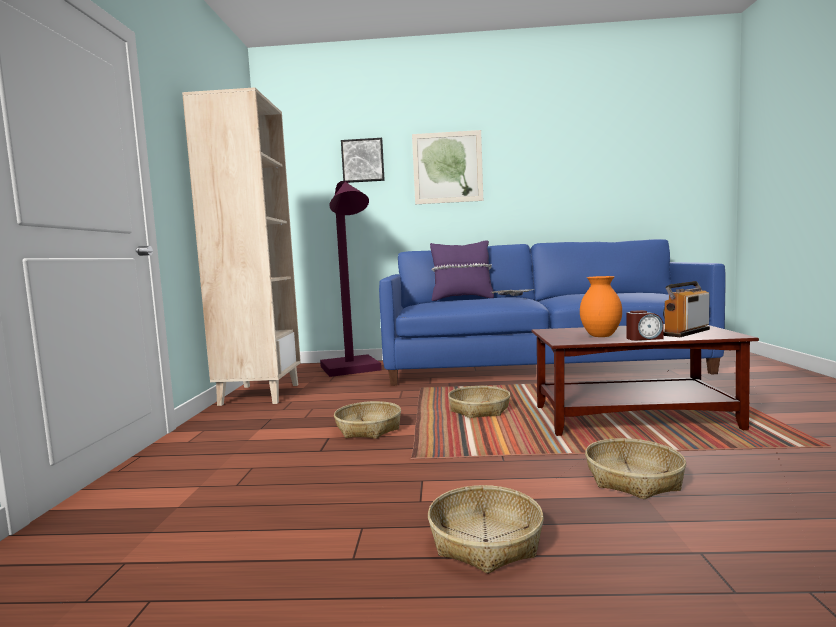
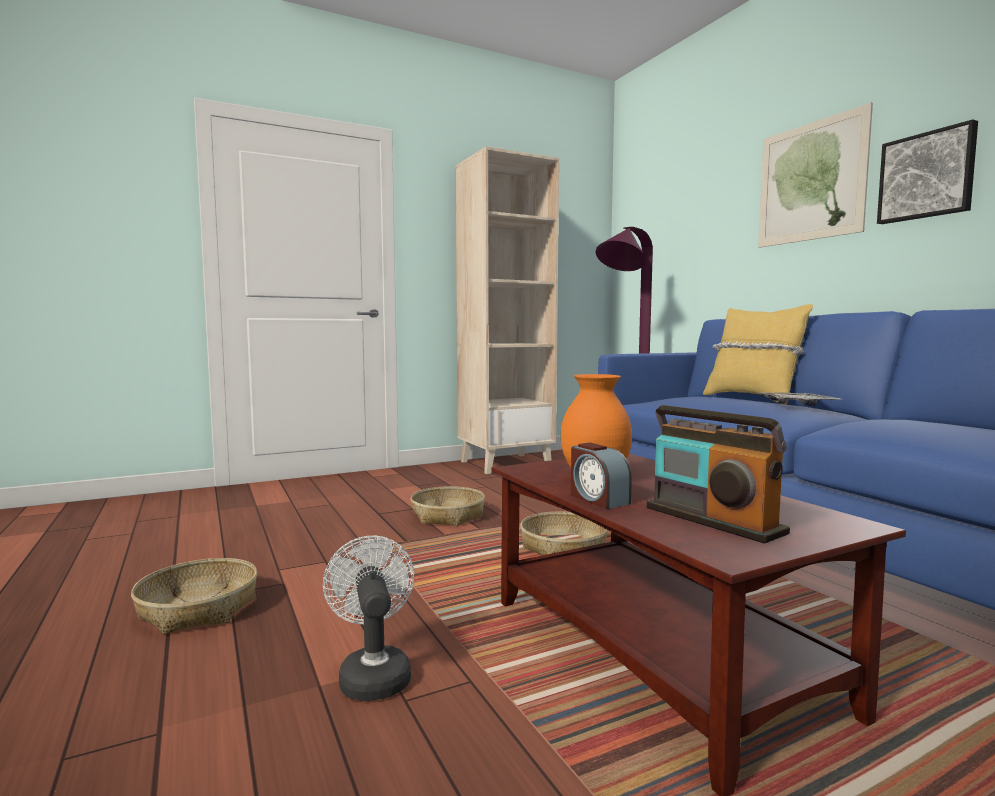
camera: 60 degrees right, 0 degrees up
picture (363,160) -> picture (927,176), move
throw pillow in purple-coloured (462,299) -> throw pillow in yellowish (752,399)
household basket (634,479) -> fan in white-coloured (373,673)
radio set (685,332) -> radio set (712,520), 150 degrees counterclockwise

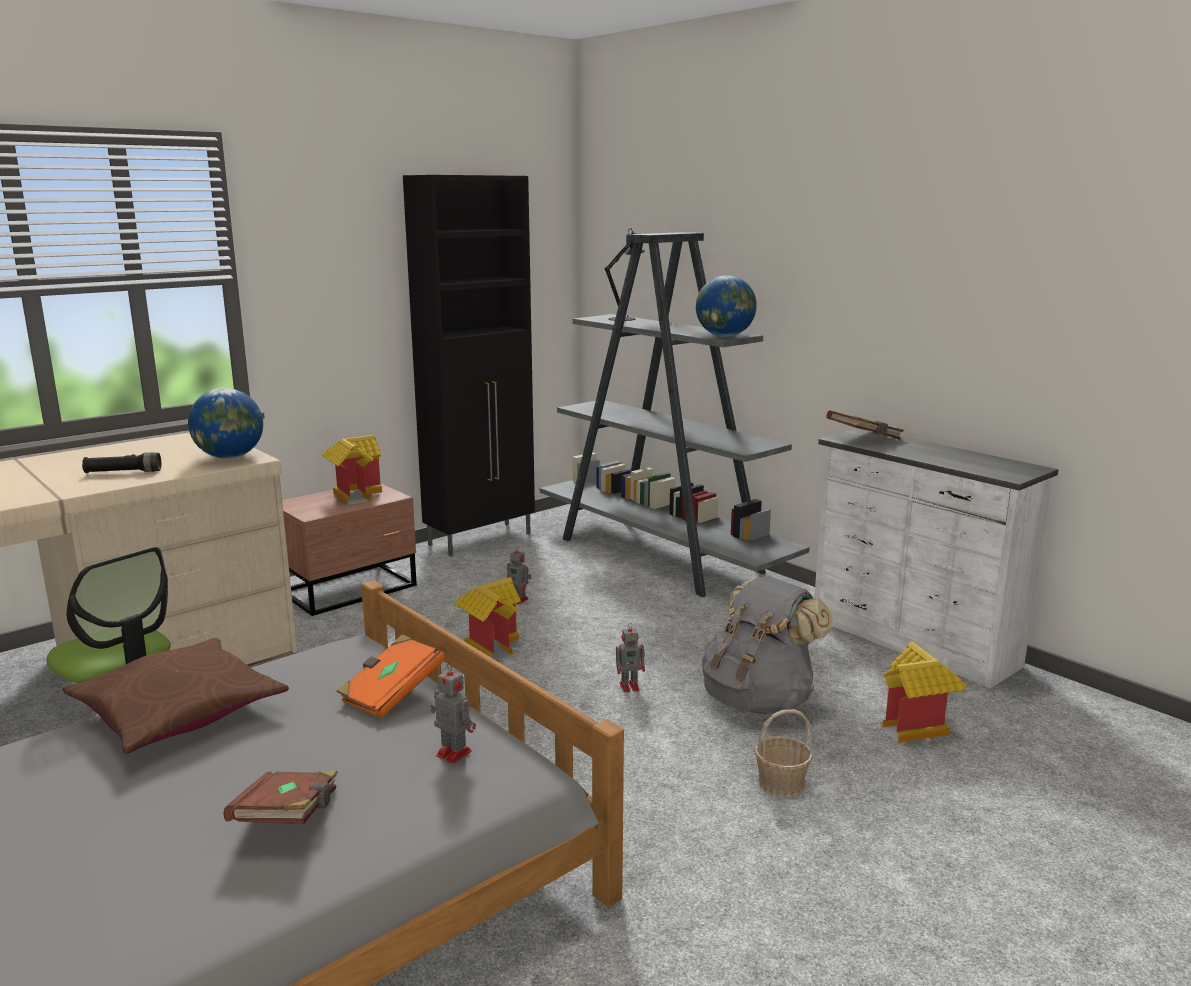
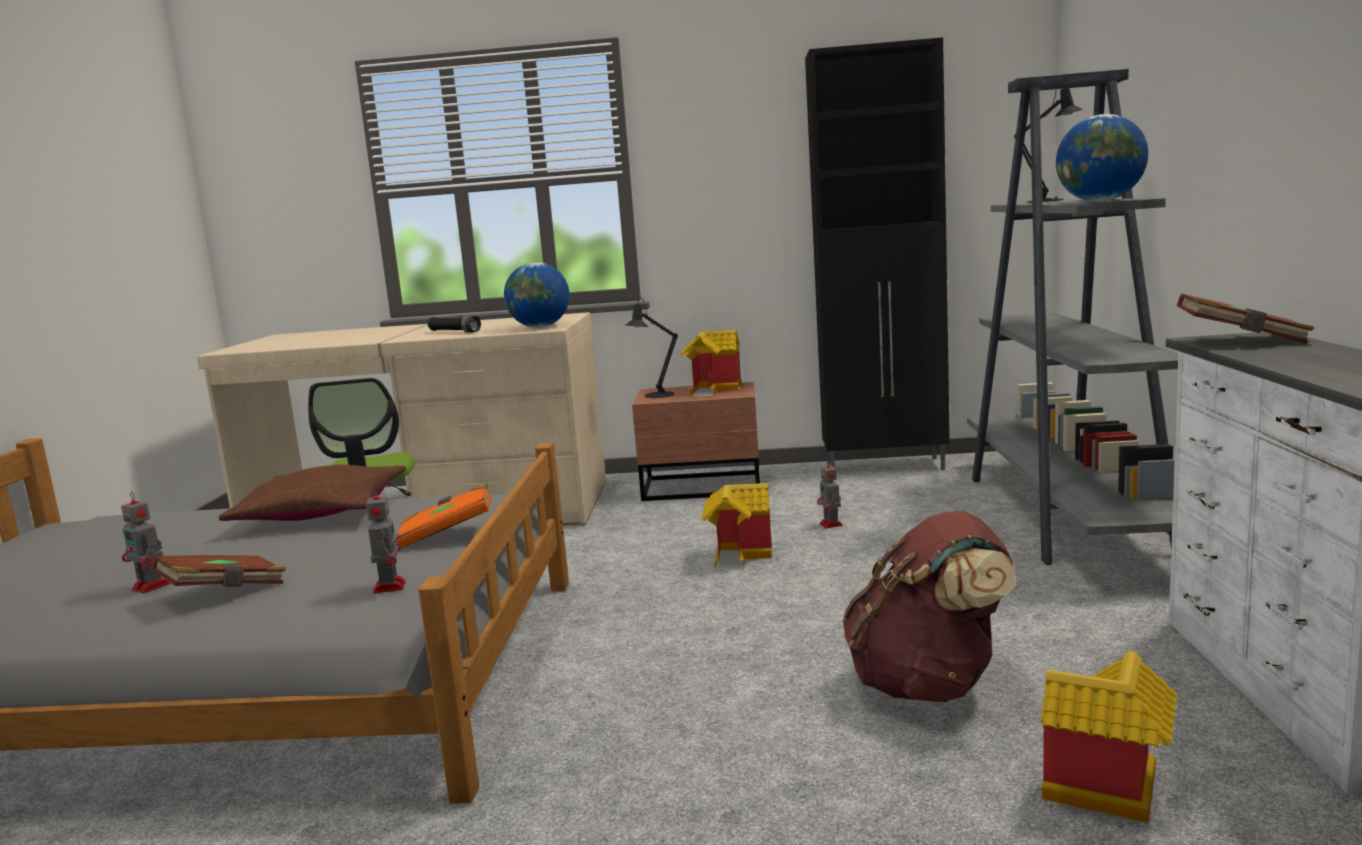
camera: 45 degrees right, 5 degrees down
model robot (630,686) -> model robot (152,587), move
rucksack in gray (758,700) -> rucksack in brownish (929,685)
household basket (780,783) -> none
none -> lamp for a table in black-coloured (655,395)

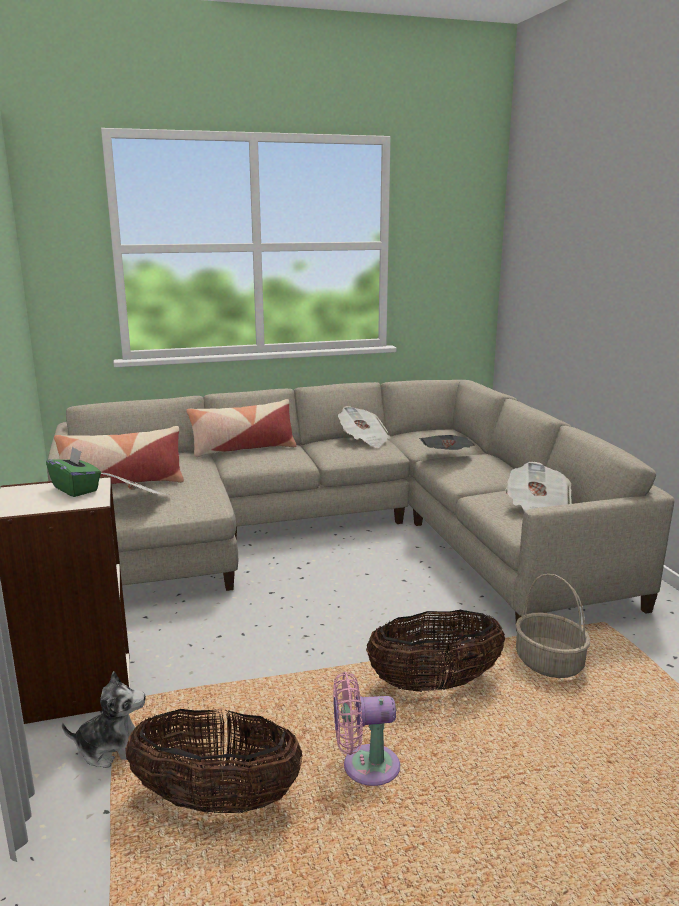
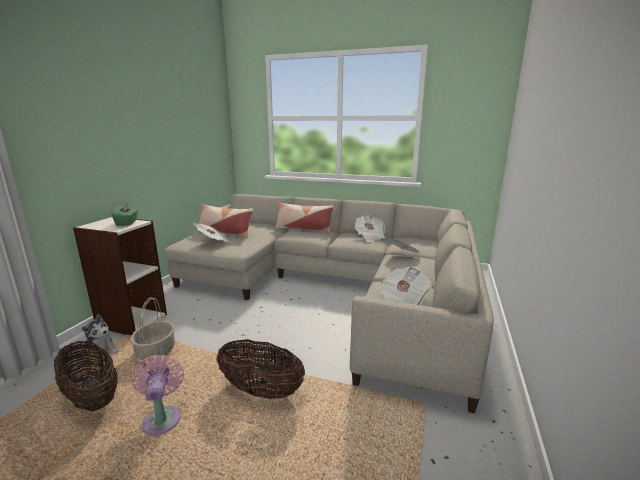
camera: 35 degrees right, 0 degrees up
fan in pink (364,767) -> fan in pink (162,418), 45 degrees clockwise
household basket (548,663) -> household basket (156,351), move

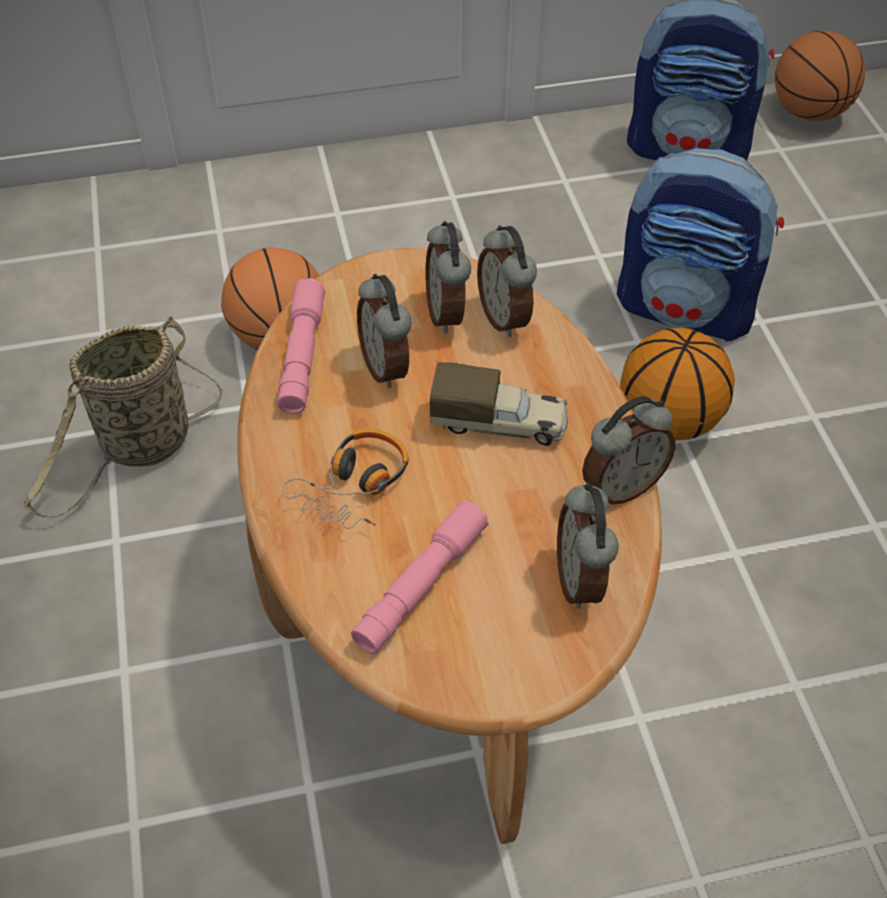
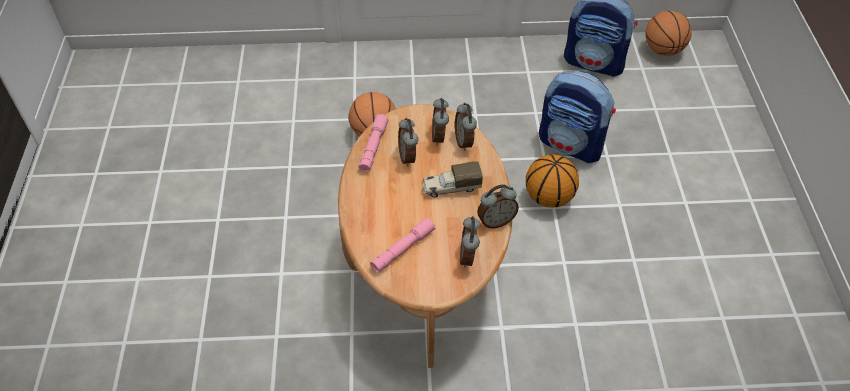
camera: 10 degrees right, 0 degrees up
household basket (142,448) -> none
headset (355,486) -> none
model truck (499,423) -> model truck (451,187), 150 degrees clockwise

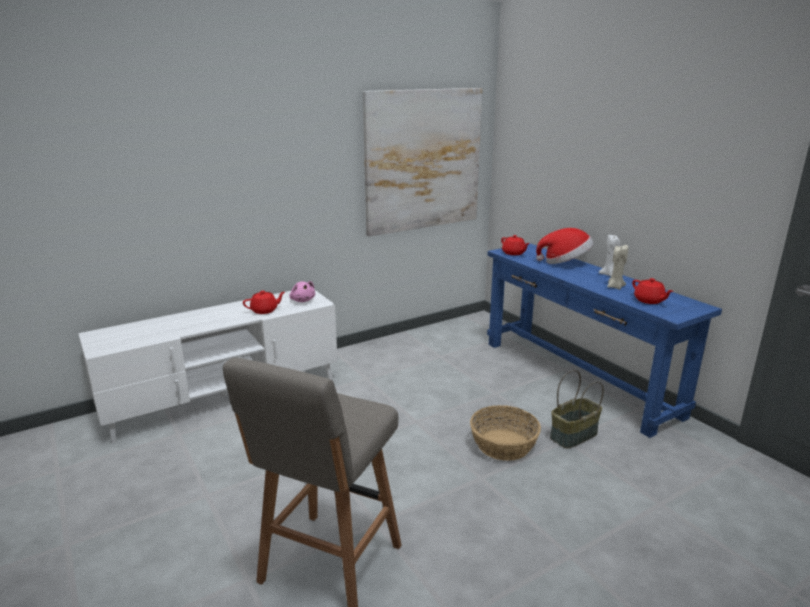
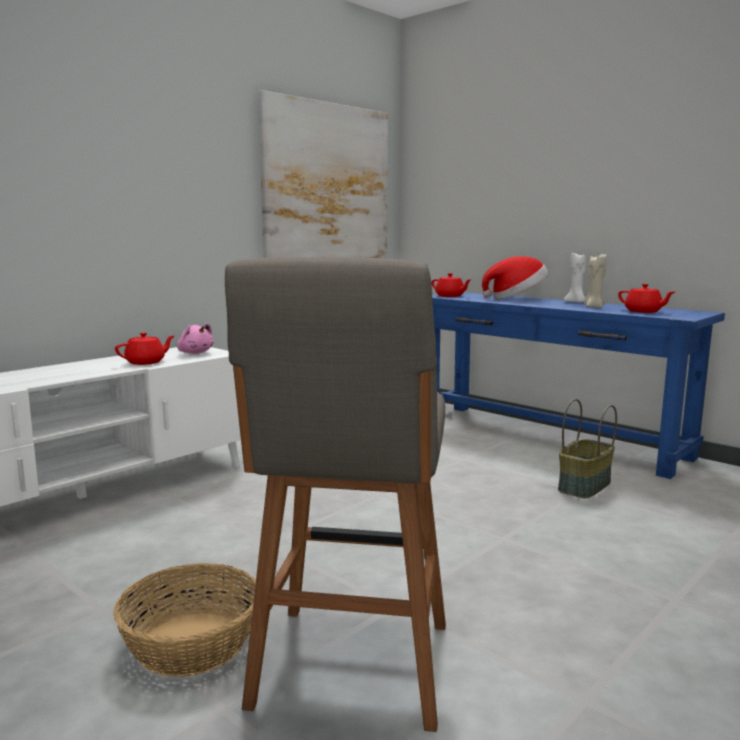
camera: 15 degrees left, 10 degrees down
household basket (504,444) -> household basket (192,643), move

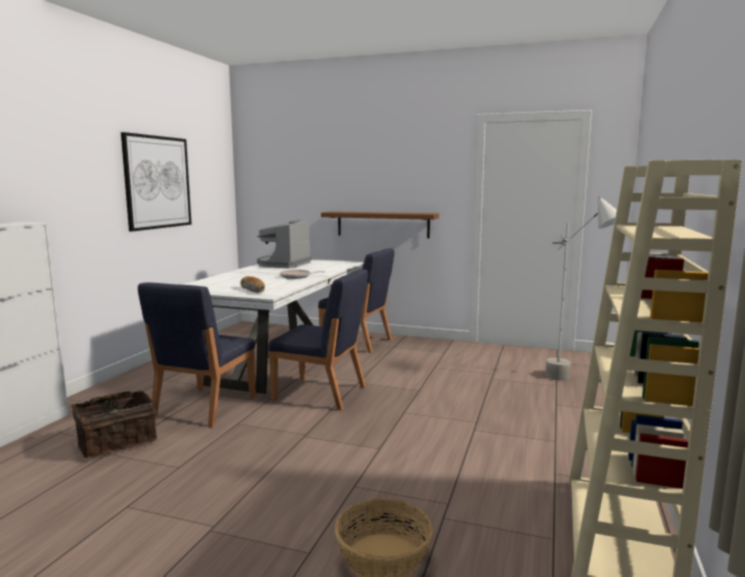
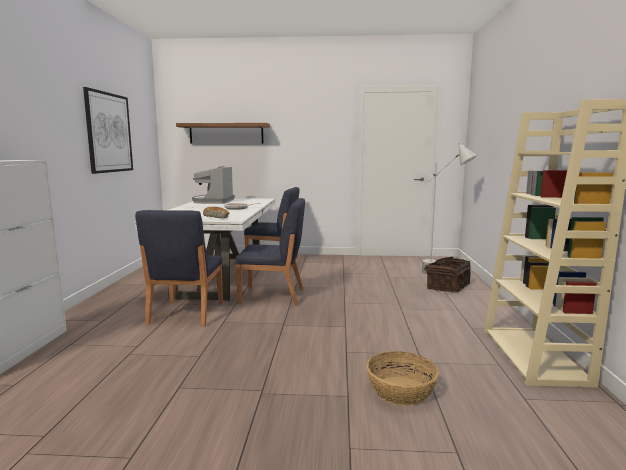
camera: 15 degrees left, 0 degrees up
household basket (116,442) -> household basket (446,286), move
wall shelf in brownish (382,224) -> wall shelf in brownish (226,133), move

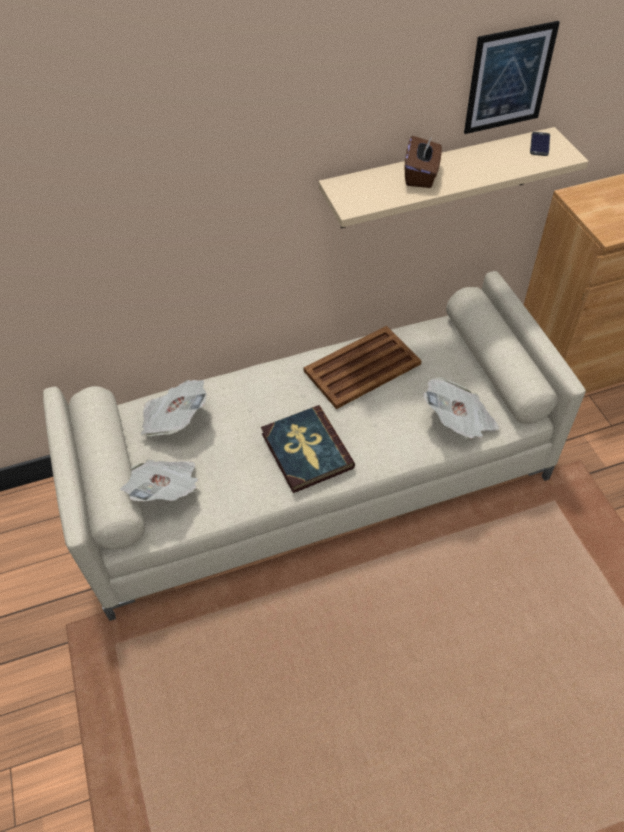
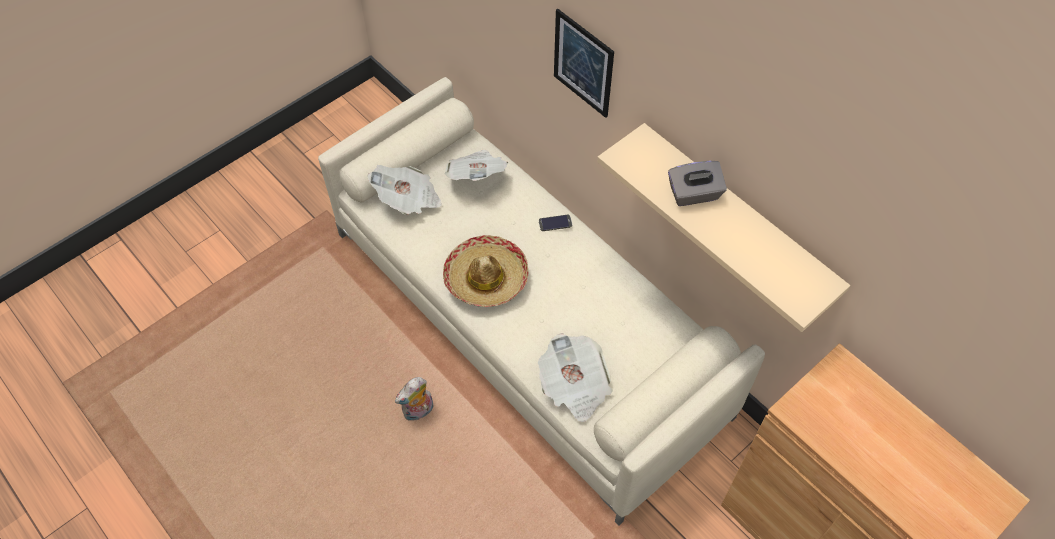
camera: 65 degrees right, 5 degrees up
book (306,451) -> hat (486,278)
carrying tray in brownish (363,367) -> none
box of tissues in brownish (421,175) -> box of tissues in gray (694,194)
picture (509,79) -> picture (583,63), move
phone (540,144) -> phone (555,223), move
none -> plush toy (418,412)

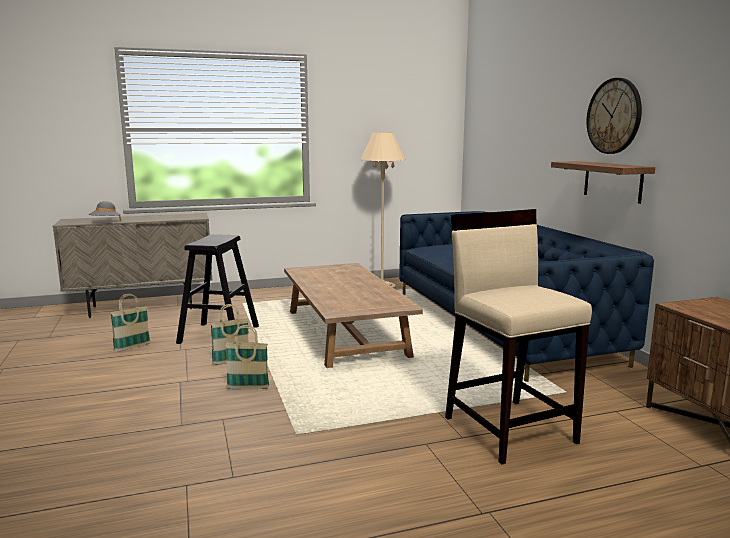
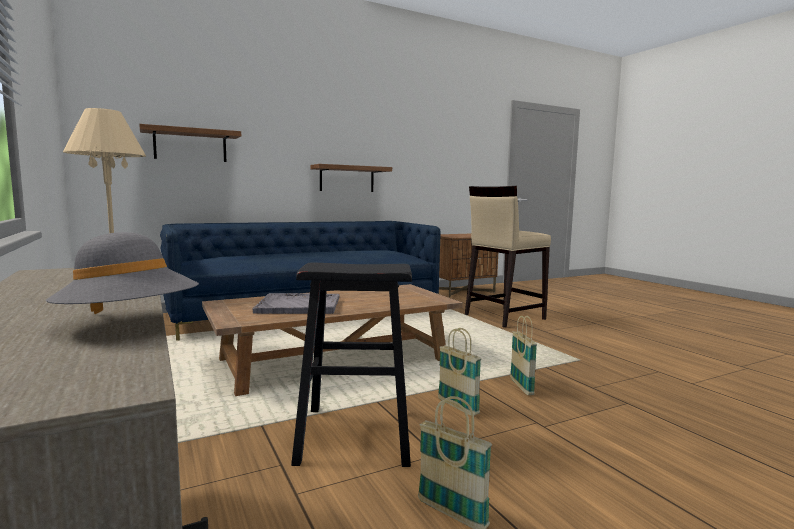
camera: 100 degrees left, 5 degrees down
clock on the wall (614,116) -> none
none -> wall shelf (190,145)
none -> carrying tray in gray (299,306)

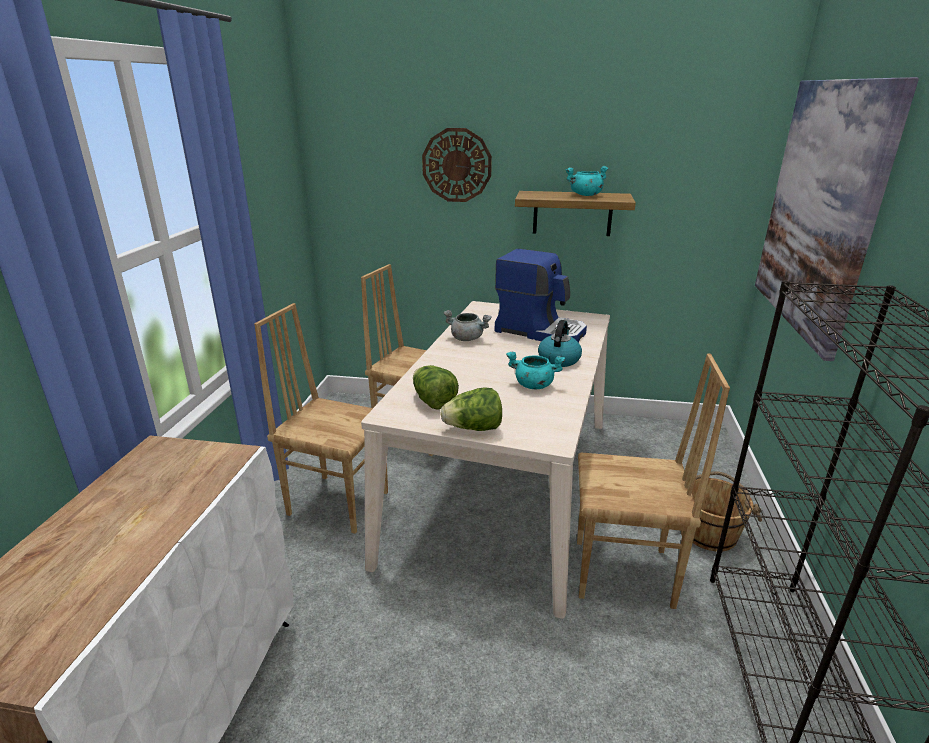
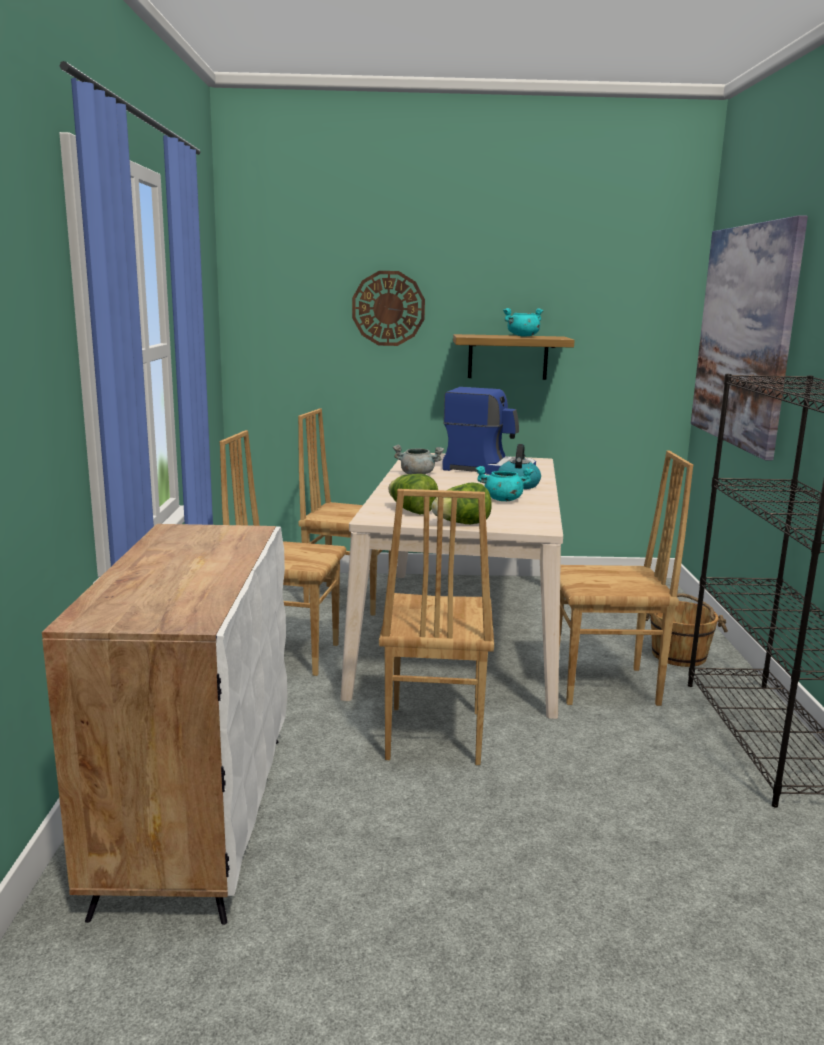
camera: 10 degrees left, 10 degrees down
none -> chair in brownish (432,735)

